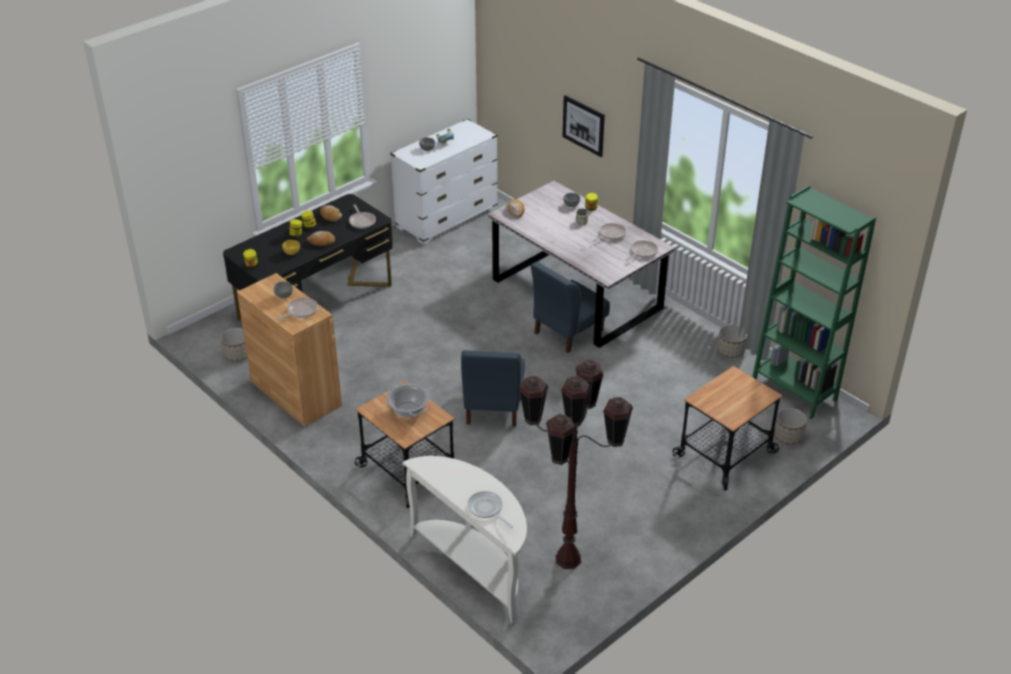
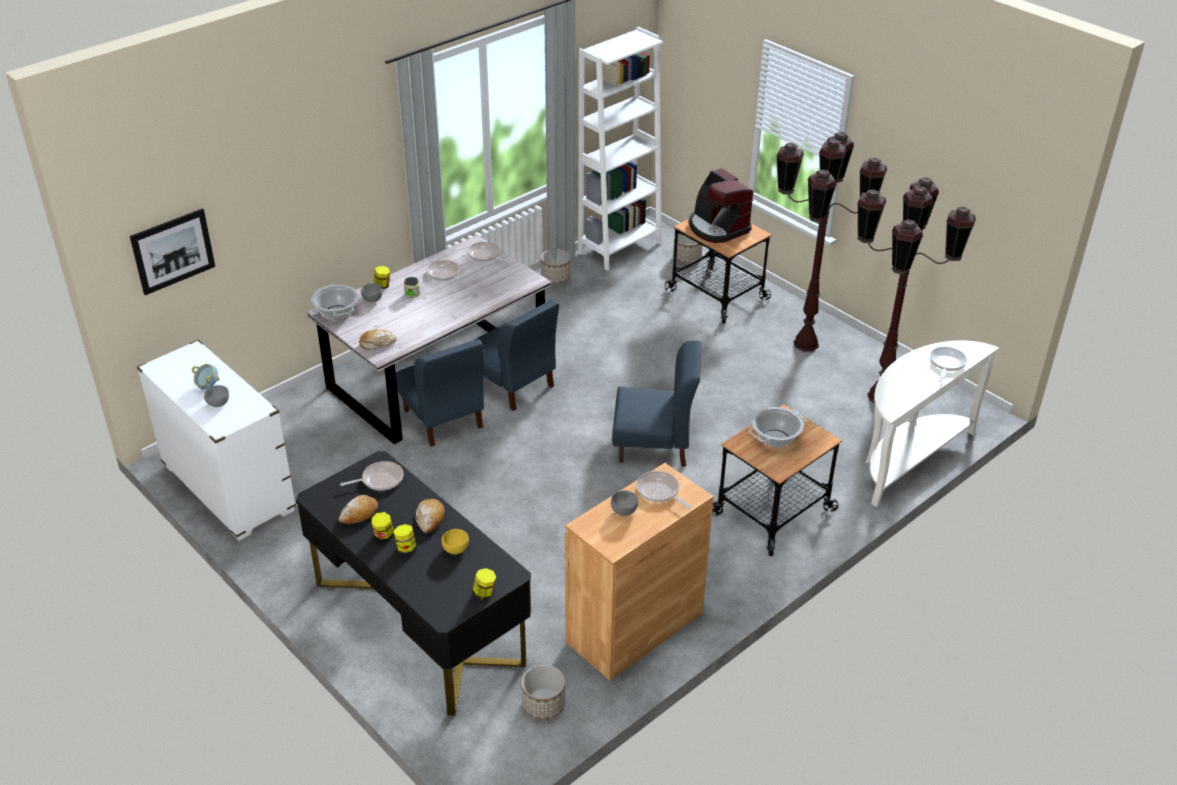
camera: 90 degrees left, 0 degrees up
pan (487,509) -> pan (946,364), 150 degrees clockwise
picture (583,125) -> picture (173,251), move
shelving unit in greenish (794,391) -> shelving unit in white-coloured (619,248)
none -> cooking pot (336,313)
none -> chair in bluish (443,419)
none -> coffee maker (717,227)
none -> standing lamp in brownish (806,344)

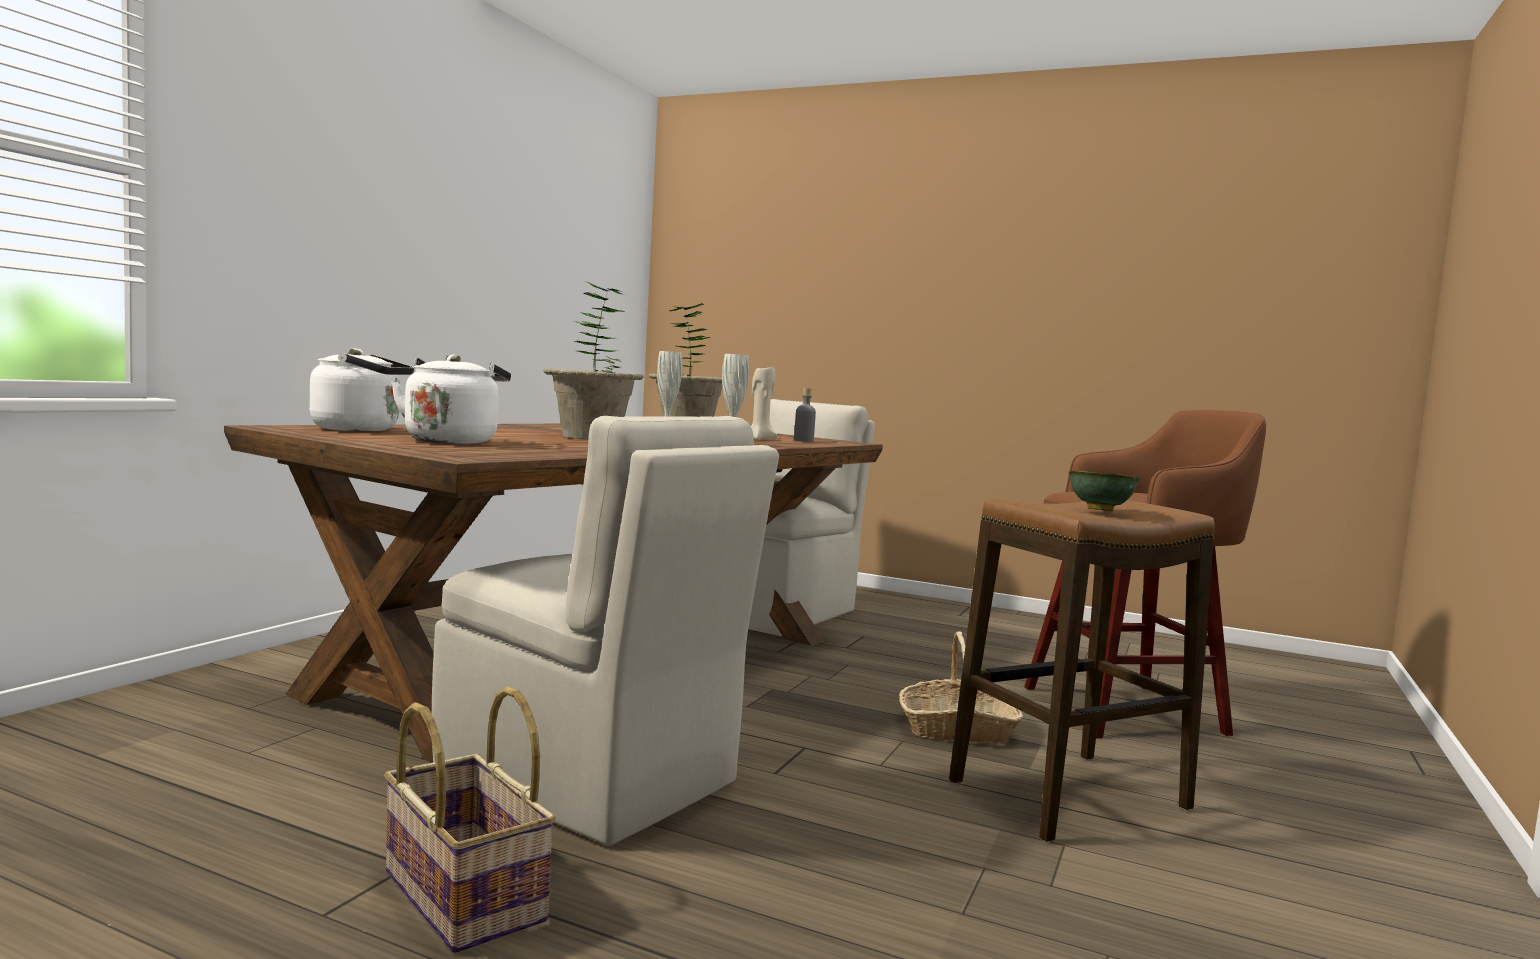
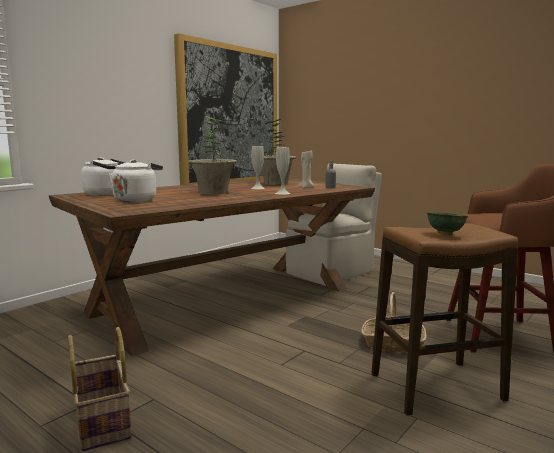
camera: 15 degrees right, 5 degrees up
chair in sand-coloured (591,779) -> none
none -> picture (230,115)

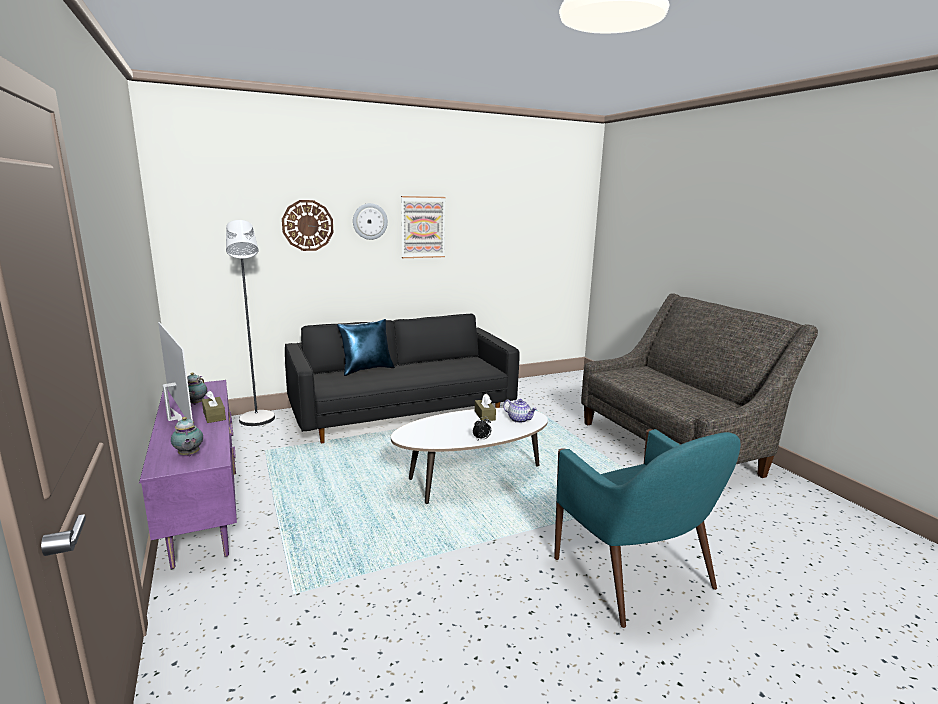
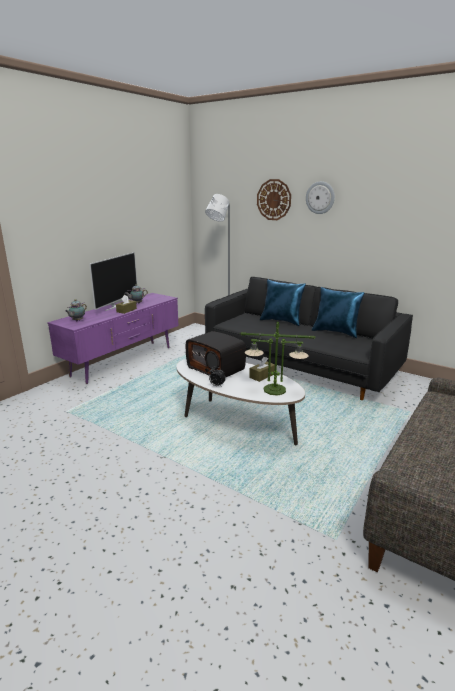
camera: 60 degrees right, 5 degrees up
picture (423,227) -> none
tea pot (519,419) -> lamp for a table (274,390)
easy chair in turquoise-coloured (635,575) -> none
none -> radio set (216,368)
none -> throw pillow in bluish (336,332)

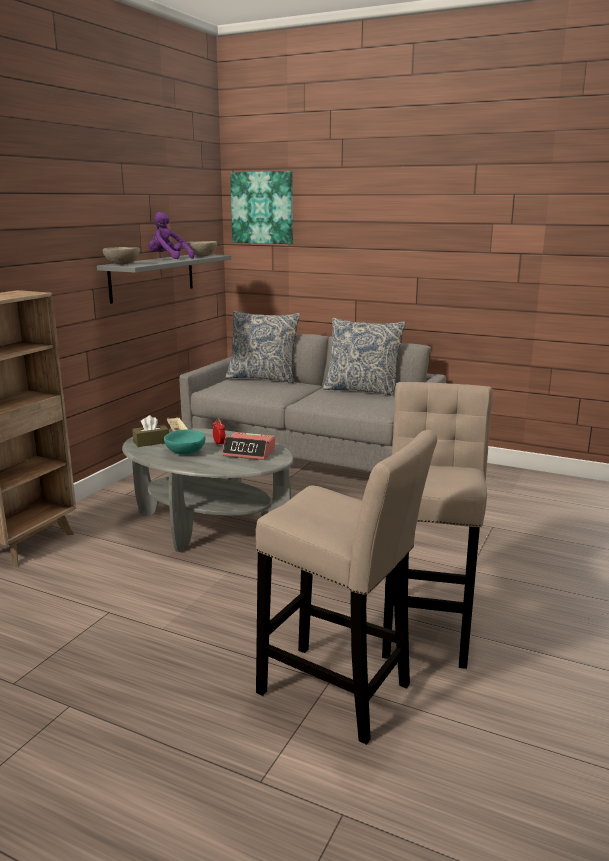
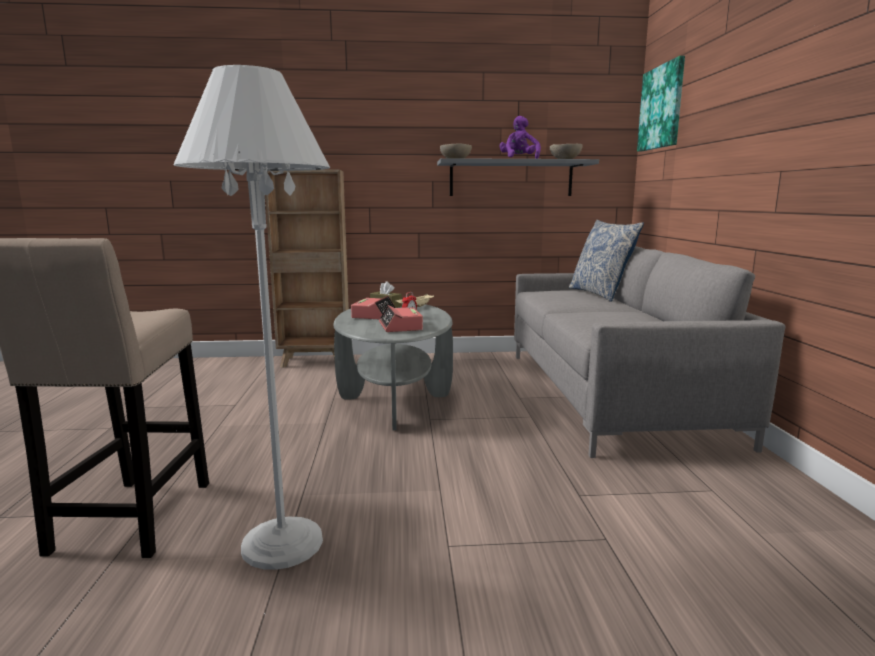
camera: 60 degrees right, 5 degrees down
deep dish in turquoise-coloured (185,453) -> bedside clock (374,315)
throw pillow (362,390) -> none
stool in sand-coloured (428,625) -> standing lamp in white-coloured (282,543)

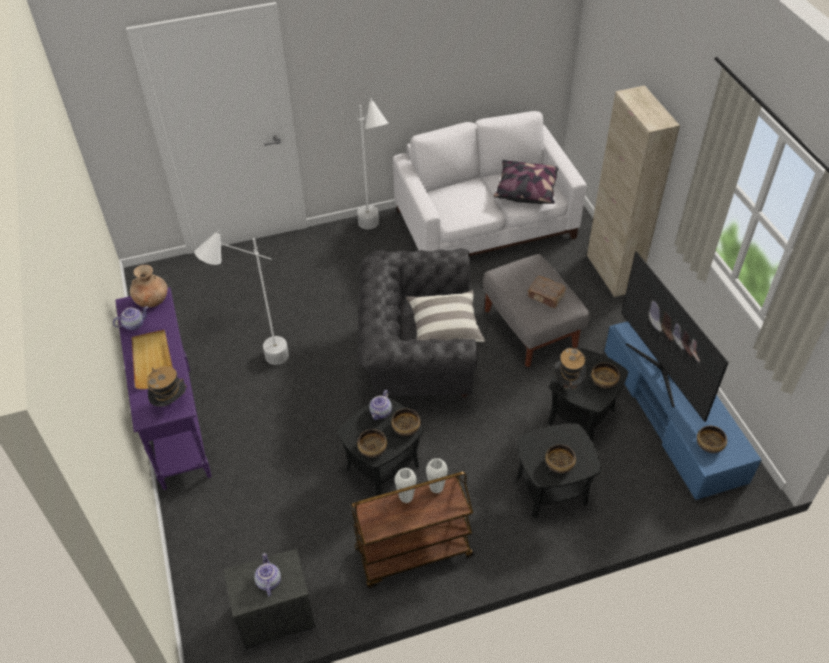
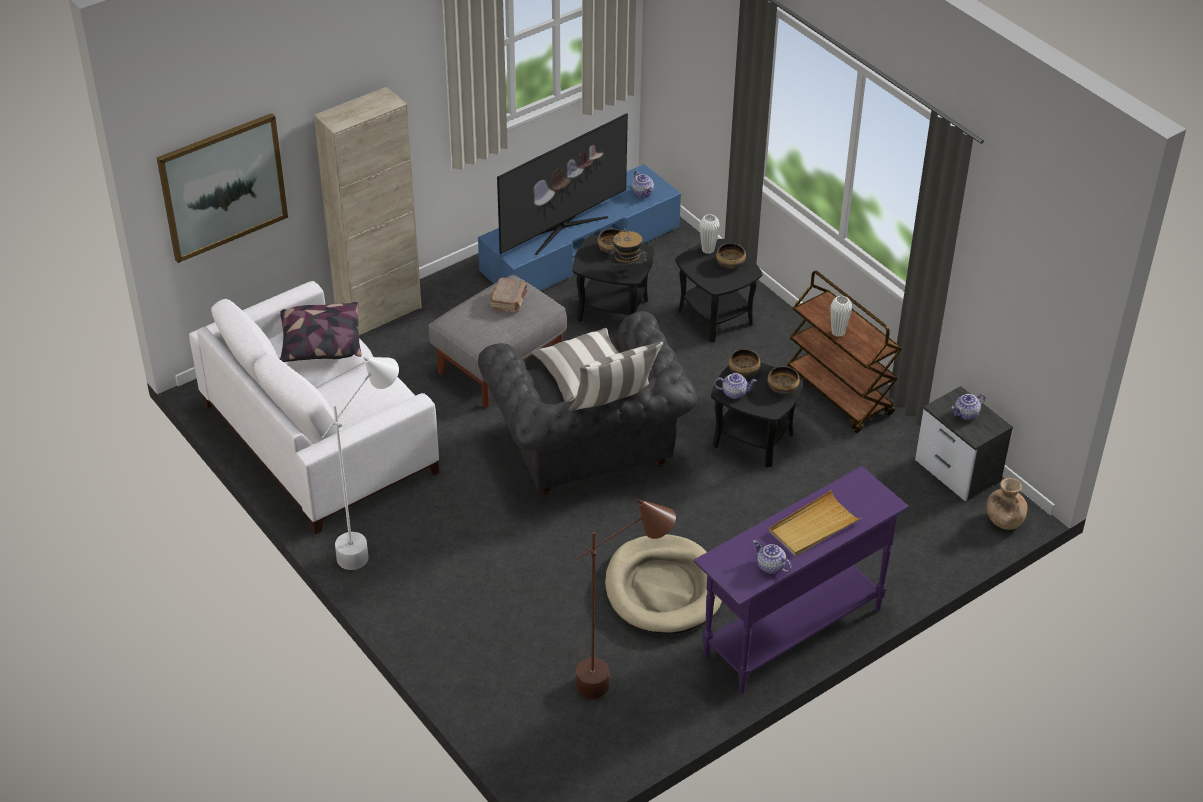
camera: 110 degrees left, 5 degrees down
flower vase in brownish (152,300) -> flower vase in brownish (1003,520), move
hat (171,403) -> none
standing lamp in white-coloured (259,364) -> dog cushion in sand-coloured (663,588)
flower vase in white-coloured (436,488) -> flower vase in white-coloured (708,250), move
deep dish (709,445) -> tea pot (643,192)
none -> picture (223,187)
none -> throw pillow (614,406)
none -> standing lamp in brownish (620,682)

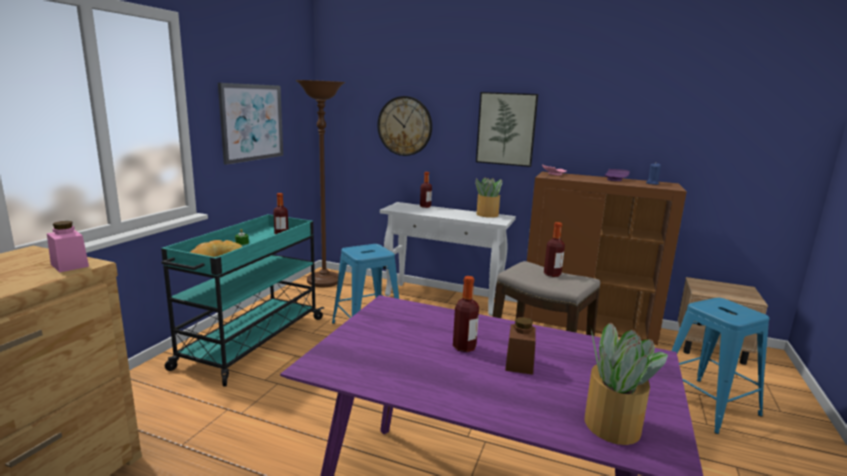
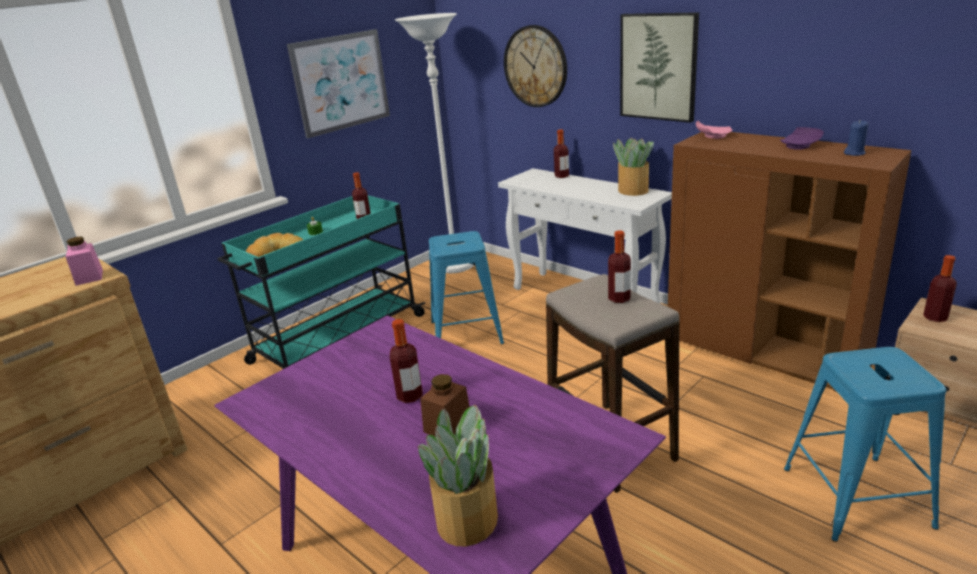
camera: 25 degrees right, 10 degrees up
standing lamp in brownish (324,281) -> standing lamp in white-coloured (455,265)
none -> beverage bottle (935,317)

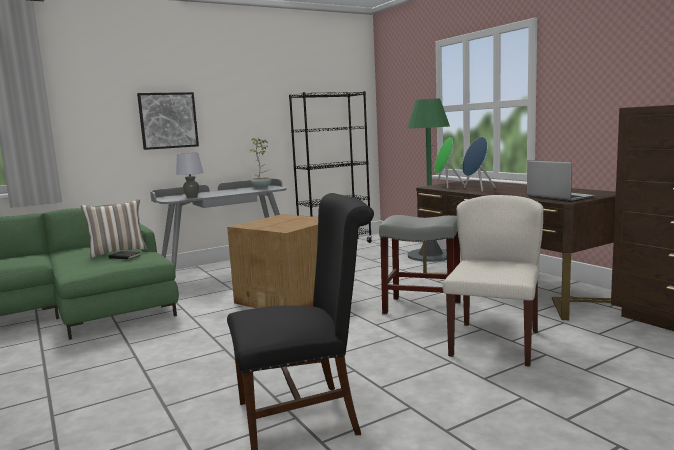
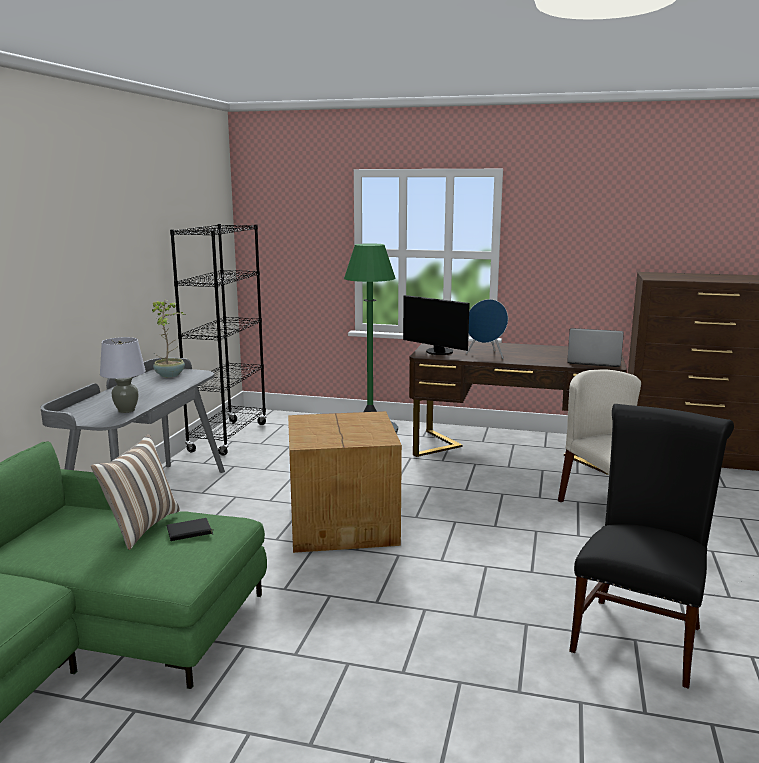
camera: 45 degrees left, 5 degrees up
picture (168,120) -> none
stool in gray (421,308) -> none
speaker in greenish (446,186) -> computer screen (437,352)

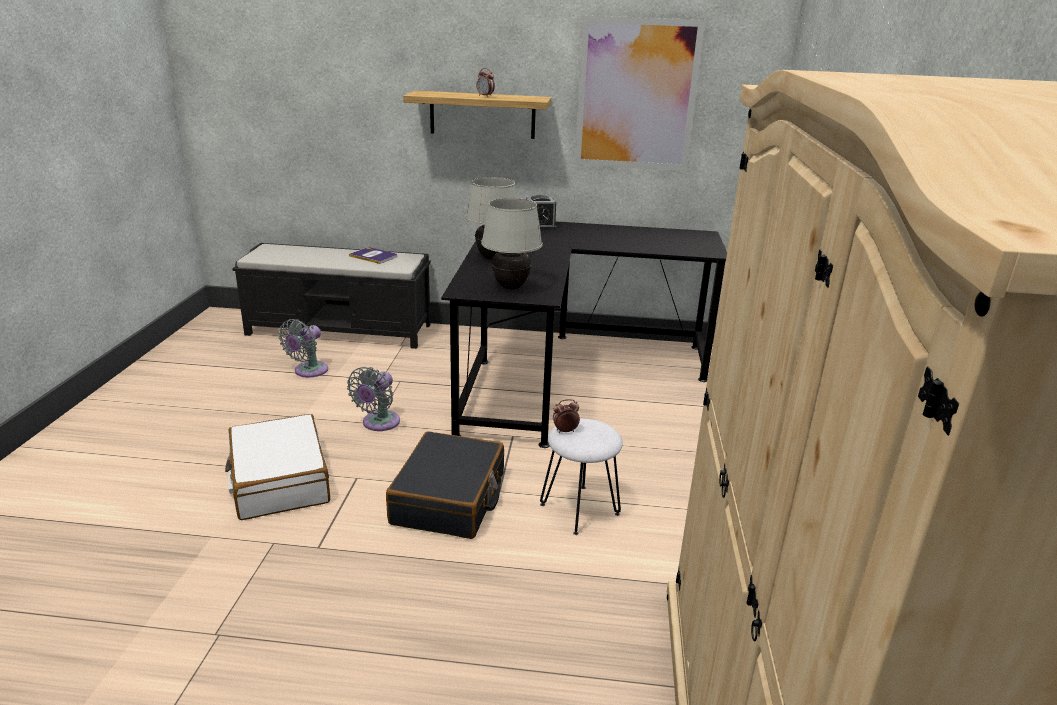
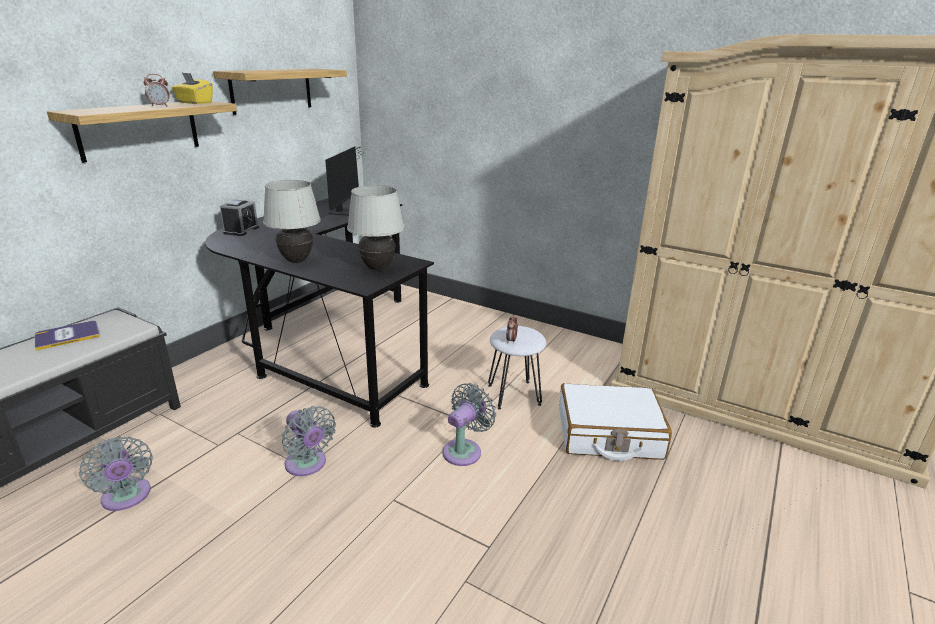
camera: 65 degrees left, 0 degrees up
travel case in white-coloured (279,480) -> travel case in white-coloured (608,434), move
travel case in black-coloured (449,499) -> fan in gray (464,450)
picture (636,95) -> wall shelf (271,90)
none -> box of tissues in yellowish (194,103)
none -> computer screen (345,211)

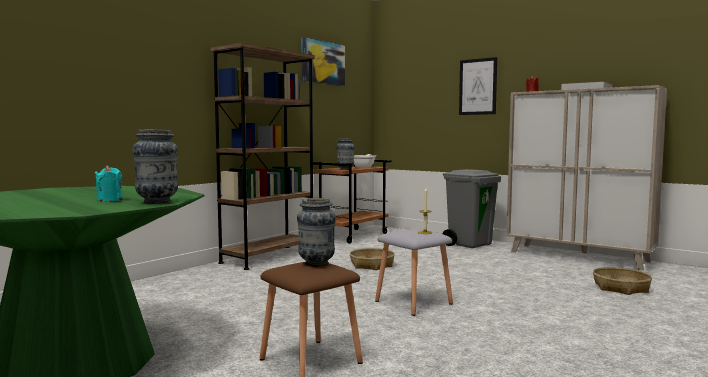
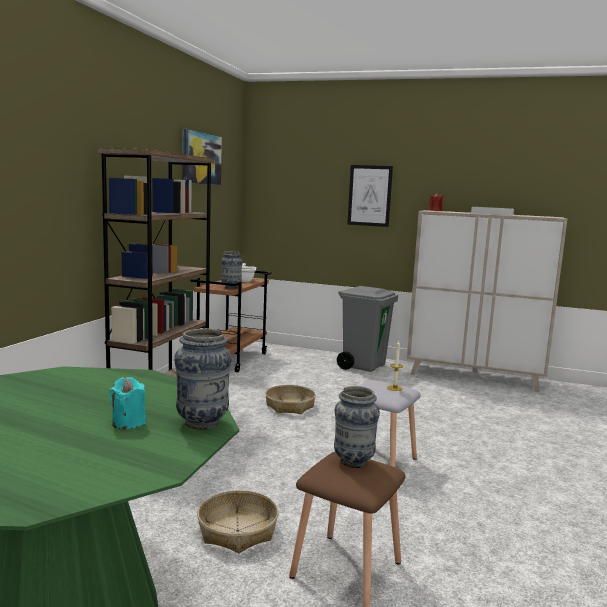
camera: 20 degrees left, 5 degrees up
household basket (621,288) -> household basket (238,530), move

